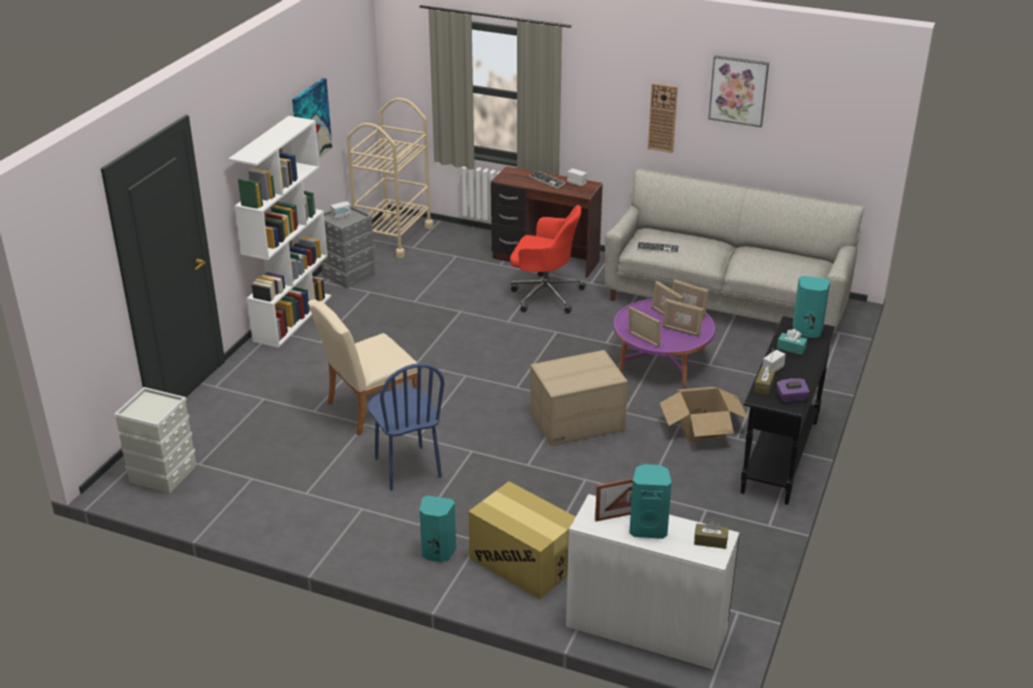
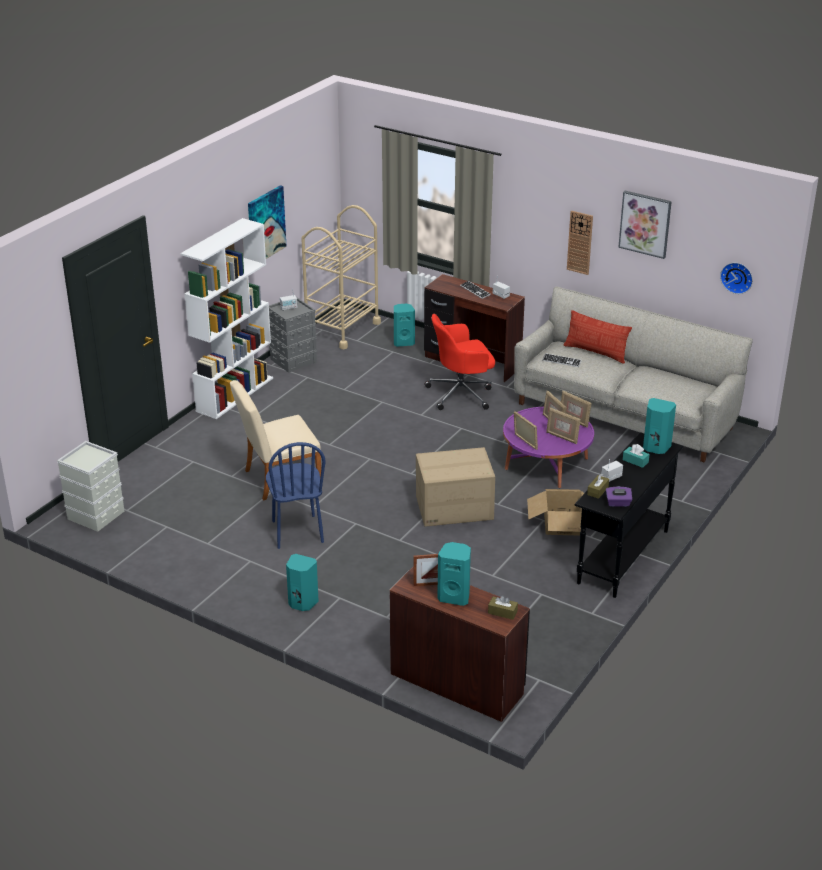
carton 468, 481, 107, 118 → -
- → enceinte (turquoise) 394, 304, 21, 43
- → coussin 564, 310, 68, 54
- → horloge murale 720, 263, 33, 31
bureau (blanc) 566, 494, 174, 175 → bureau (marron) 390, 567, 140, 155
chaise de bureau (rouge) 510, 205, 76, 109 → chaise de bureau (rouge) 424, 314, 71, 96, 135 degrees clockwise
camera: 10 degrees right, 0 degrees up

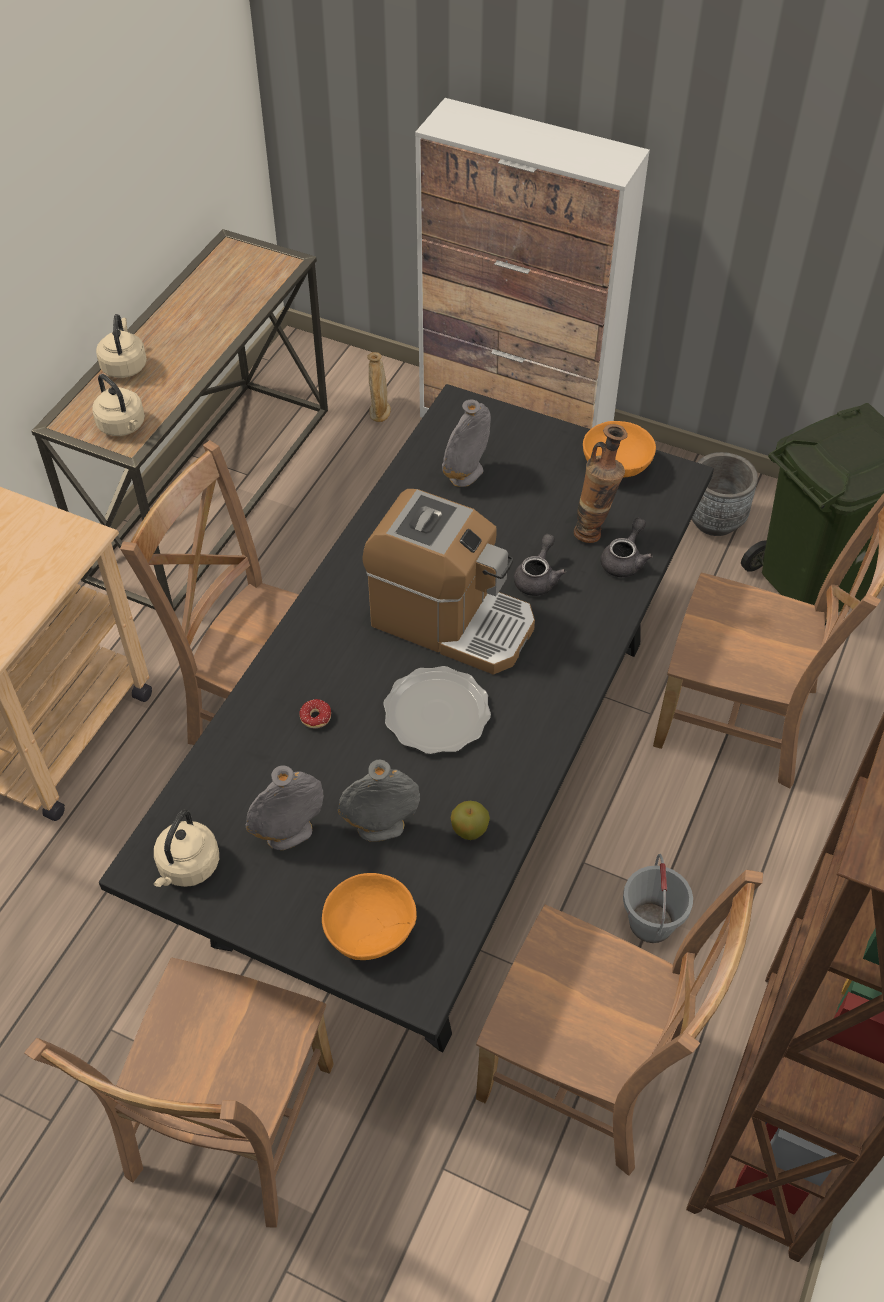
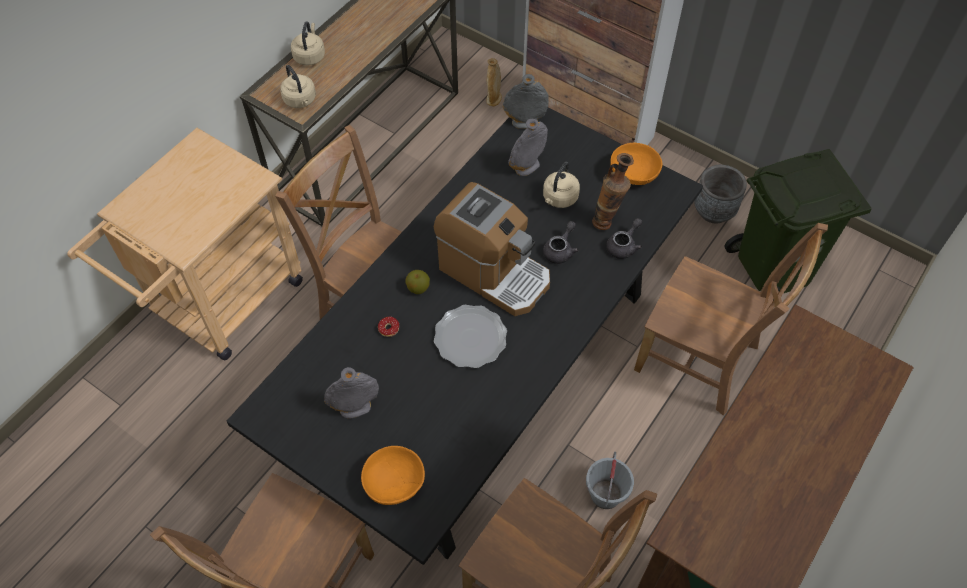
bouilloire (beige) 154, 810, 65, 77 → bouilloire (beige) 543, 162, 37, 46, relocated
vase (gris) 338, 760, 82, 82 → vase (gris) 503, 74, 46, 55, relocated
pomme 451, 801, 39, 39 → pomme 405, 270, 25, 24, relocated
camera: 10 degrees right, 5 degrees up

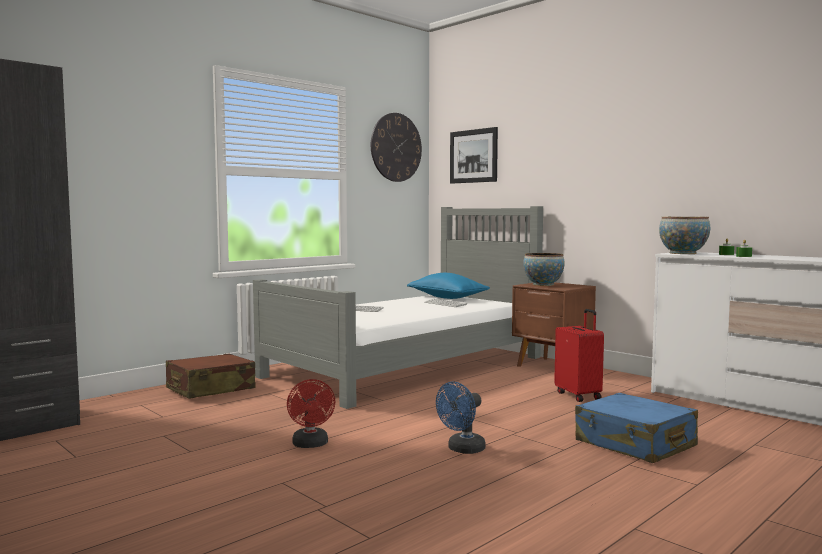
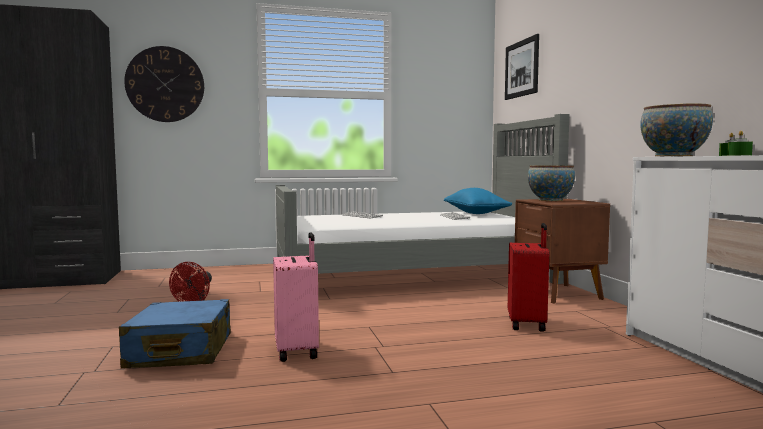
valise (marron) 166, 354, 90, 45 → -
horloge murale 371, 113, 51, 69 → horloge murale 124, 46, 80, 76, relocated
valise (bleu) 575, 393, 123, 70 → valise (bleu) 119, 299, 112, 70, relocated
ventilateur (bleu) 436, 382, 50, 72 → valise (rose) 273, 232, 46, 130
camera: 30 degrees right, 0 degrees up

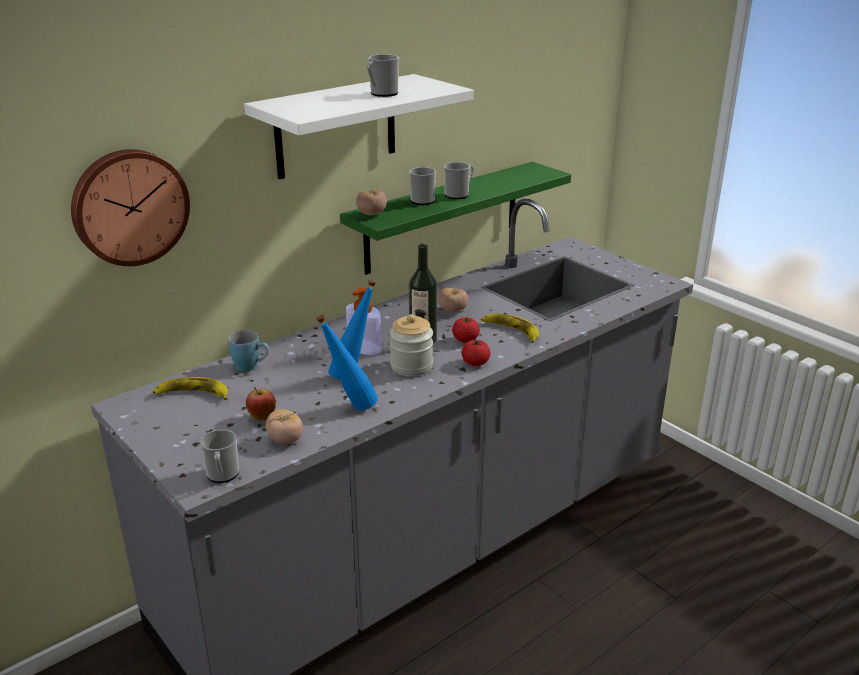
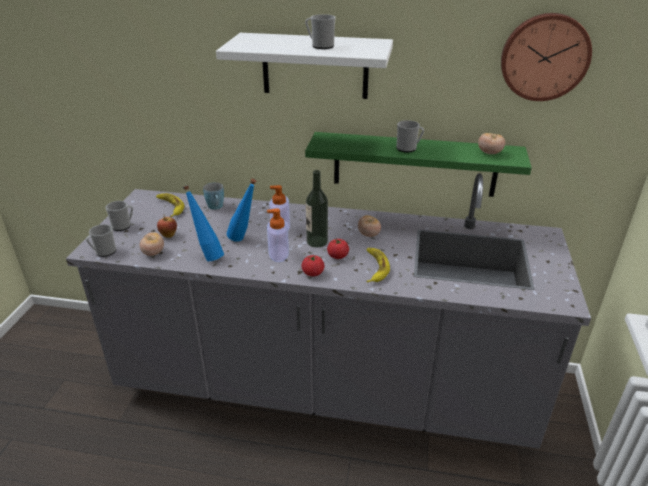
horloge murale 71, 149, 119, 117 → horloge murale 501, 13, 91, 88, relocated
tomate 356, 190, 31, 25 → tomate 478, 133, 28, 21, relocated
mug 409, 167, 27, 38 → mug 106, 201, 27, 30, relocated
bocal 390, 314, 43, 63 → distributeur de savon 267, 208, 22, 54
camera: 50 degrees right, 5 degrees up

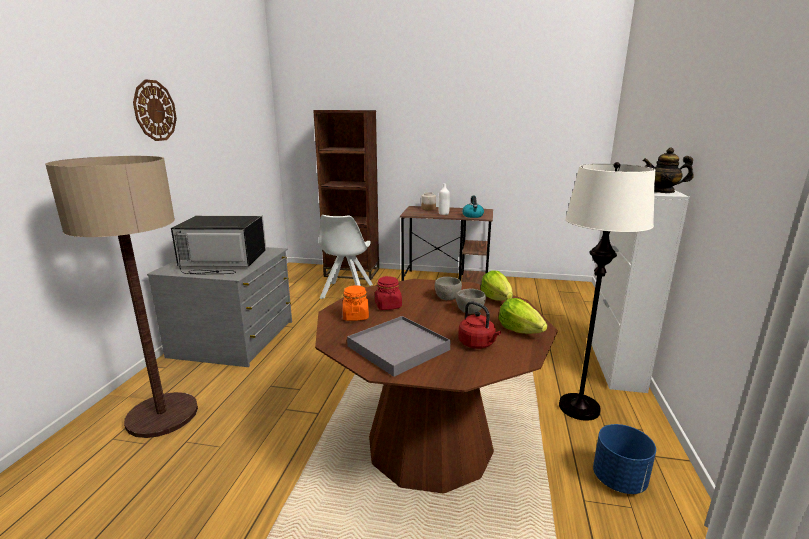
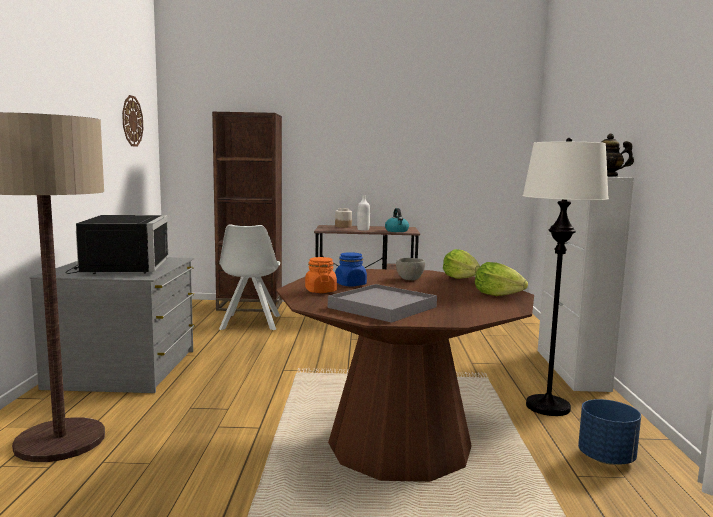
bol (gris) 456, 289, 30, 25 → -
bouilloire (rouge) 458, 301, 43, 48 → -
horloge murale 133, 79, 44, 62 → horloge murale 122, 95, 21, 52, relocated
bocal (rouge) 375, 276, 27, 34 → bocal (bleu) 335, 252, 32, 34
micro-ondes (noir) 171, 215, 96, 59 → micro-ondes (noir) 65, 215, 104, 59, 90 degrees clockwise
camera: 10 degrees left, 10 degrees down

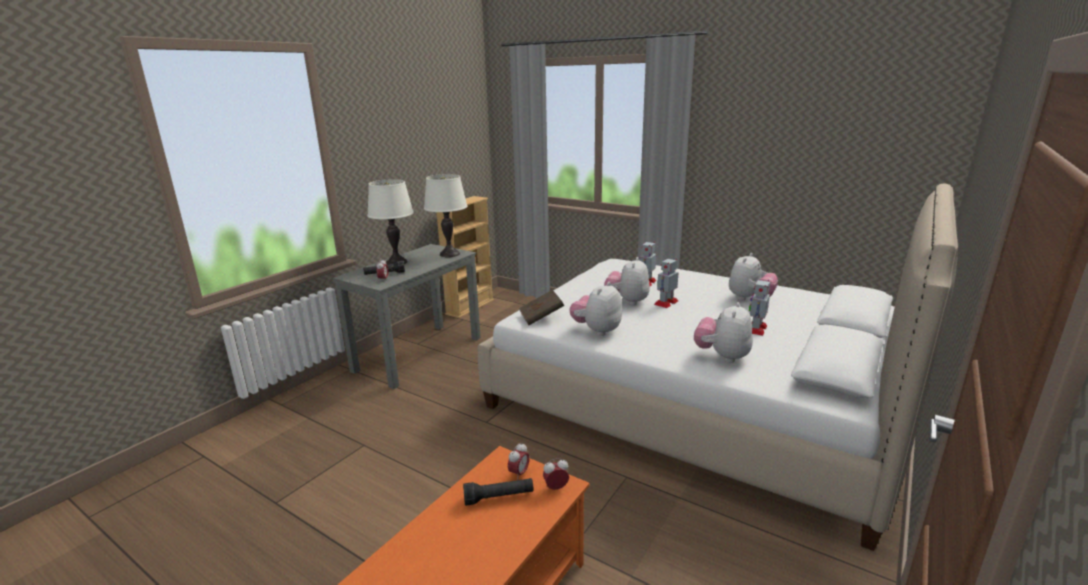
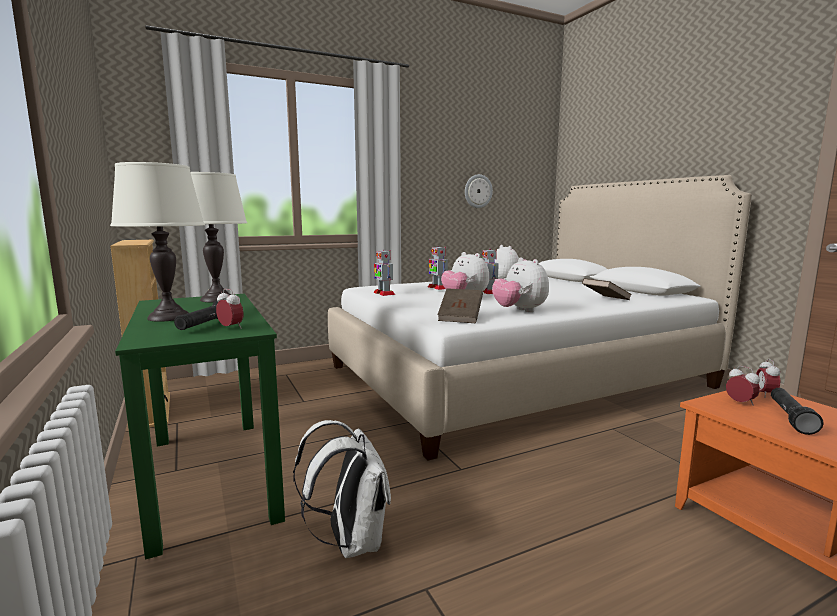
- → sac à dos (blanc) 293, 420, 98, 138
- → horloge murale 465, 174, 28, 34
robot jouet 749, 280, 21, 56 → robot jouet 373, 249, 22, 47, relocated
peluche 694, 302, 59, 61 → livre (marron) 582, 278, 50, 22
bureau (gris) 332, 244, 149, 145 → bureau (vert) 115, 294, 170, 266
camera: 60 degrees left, 10 degrees down

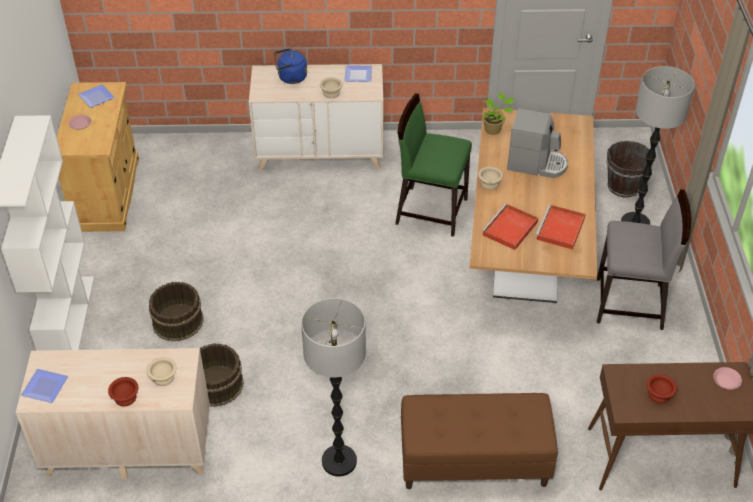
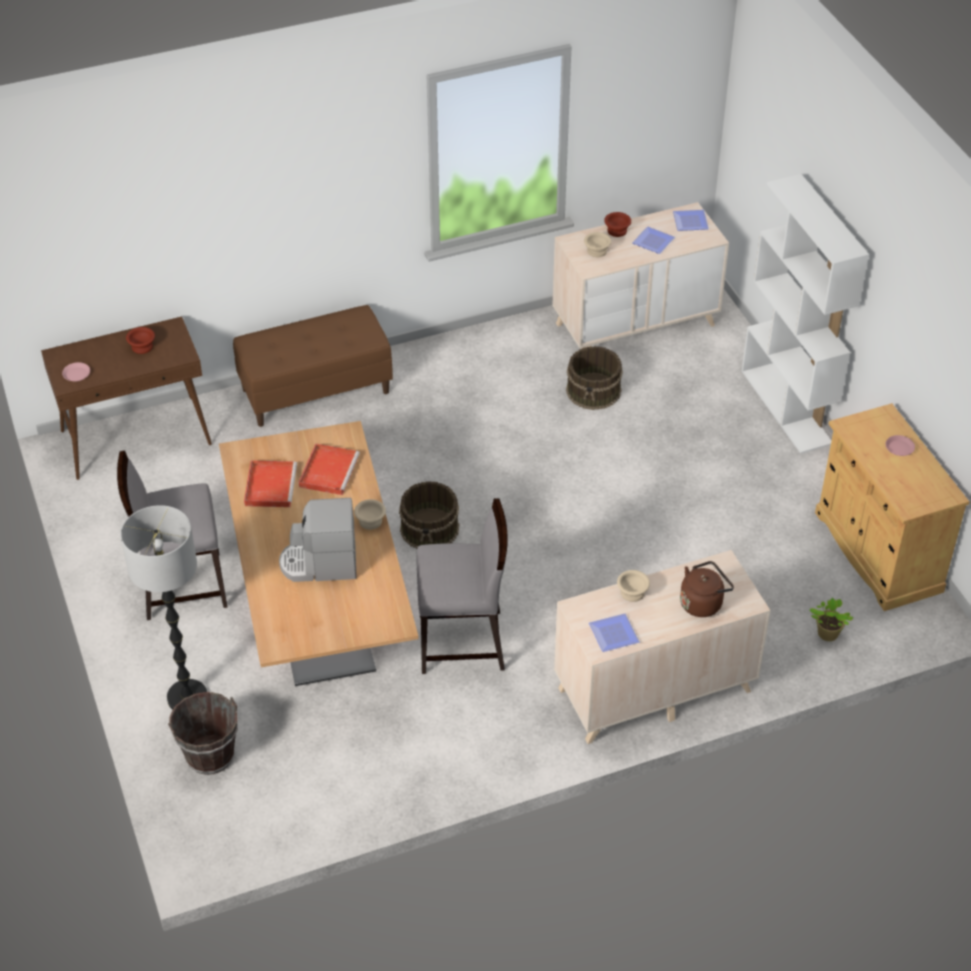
lampadaire 301, 298, 65, 179 → -
assiette 78, 84, 37, 24 → assiette 632, 227, 43, 27, relocated
seau (marron) 149, 282, 55, 59 → seau (marron) 399, 481, 60, 68, relocated
plante en pot 481, 93, 33, 42 → plante en pot 809, 598, 44, 43, relocated
bouilloire (bleu) 274, 48, 33, 36 → bouilloire (marron) 680, 561, 54, 56
chaise (vert) 395, 94, 77, 143 → chaise (gris) 416, 498, 92, 176
camera: 160 degrees right, 0 degrees up

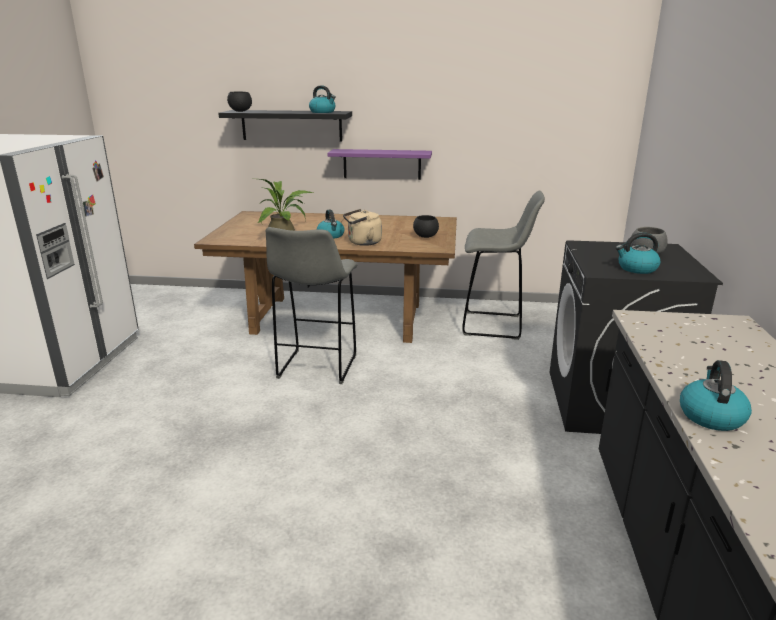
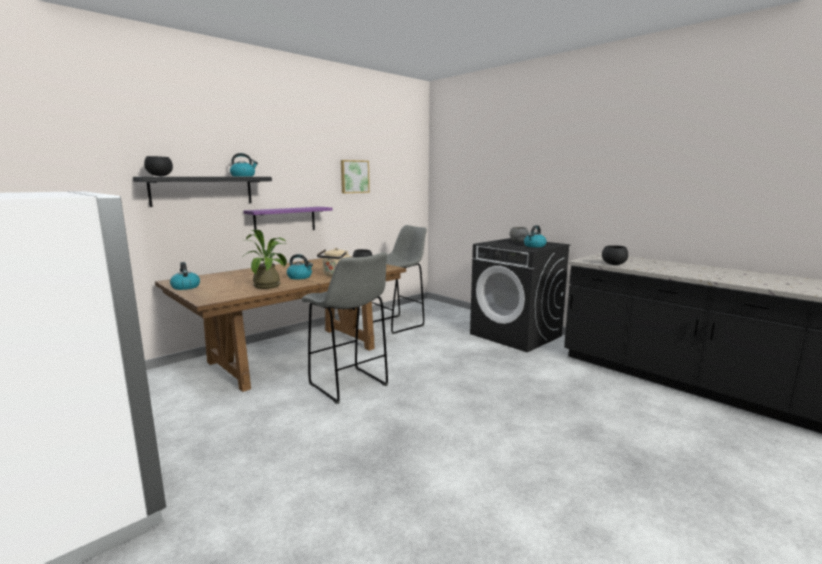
- → tableau 341, 160, 29, 33
- → bol (noir) 602, 245, 26, 20
bouilloire 680, 360, 72, 71 → bouilloire 170, 262, 30, 28, relocated
camera: 50 degrees left, 10 degrees down

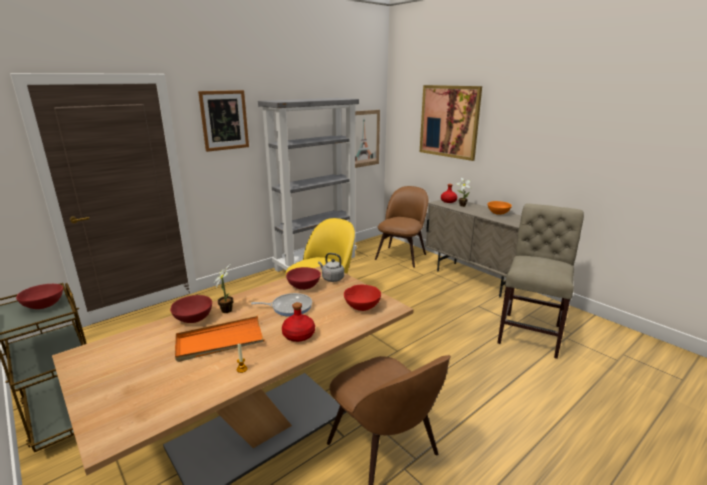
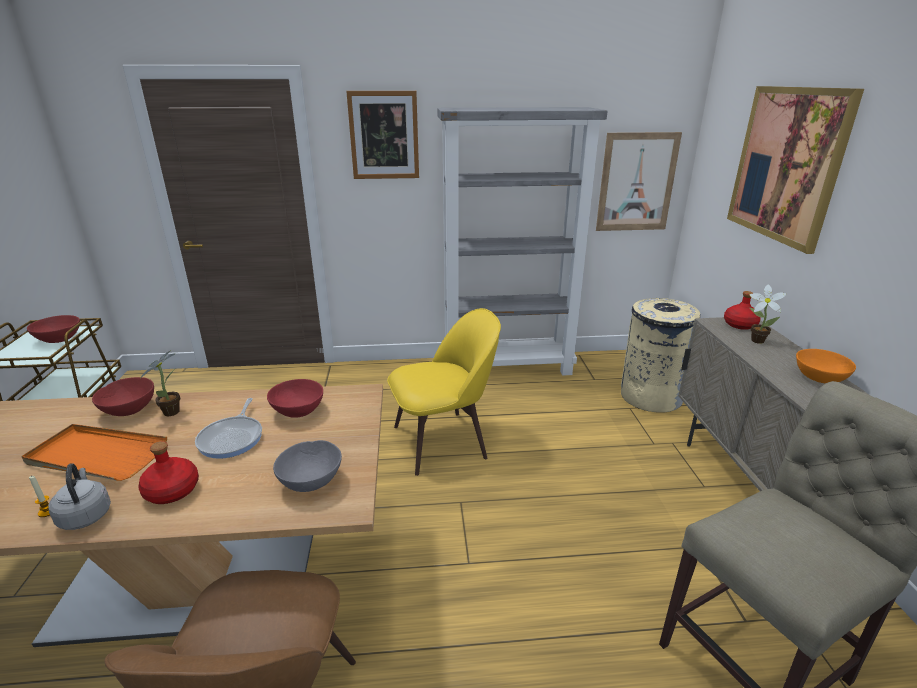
bouilloire (gris) 318, 253, 26, 29 → bouilloire (gris) 48, 463, 63, 67, relocated
chaise (marron) 375, 186, 53, 82 → poubelle (beige) 621, 298, 80, 115
bol (rouge) 344, 285, 37, 26 → bol (gris) 273, 440, 69, 52
poêle 251, 293, 61, 24 → poêle 195, 398, 67, 61, 60 degrees clockwise
camera: 35 degrees right, 5 degrees up

